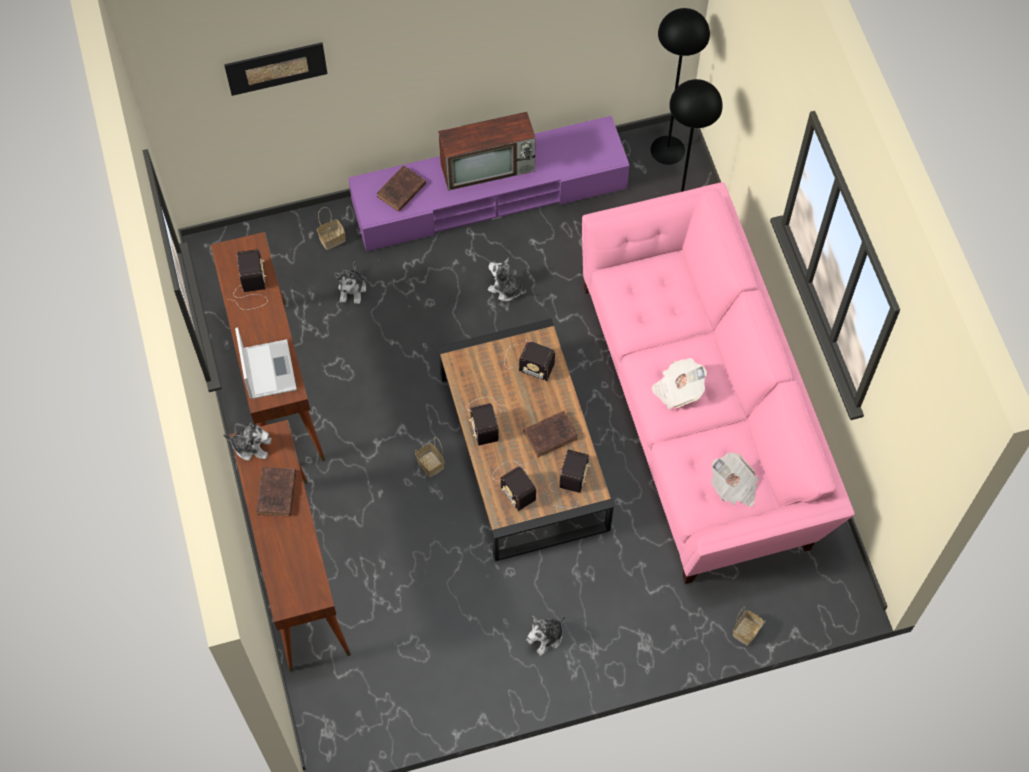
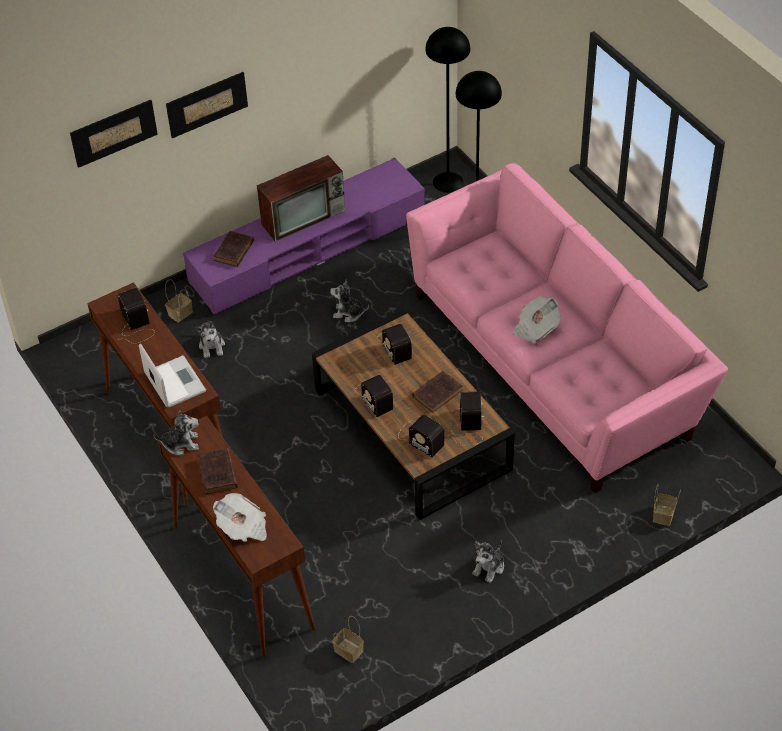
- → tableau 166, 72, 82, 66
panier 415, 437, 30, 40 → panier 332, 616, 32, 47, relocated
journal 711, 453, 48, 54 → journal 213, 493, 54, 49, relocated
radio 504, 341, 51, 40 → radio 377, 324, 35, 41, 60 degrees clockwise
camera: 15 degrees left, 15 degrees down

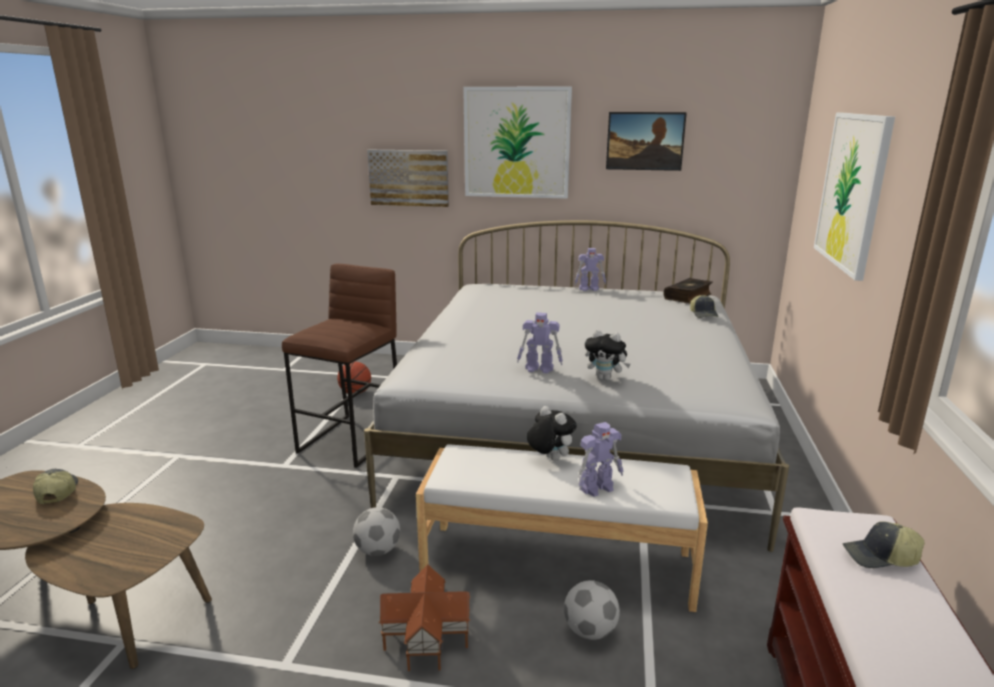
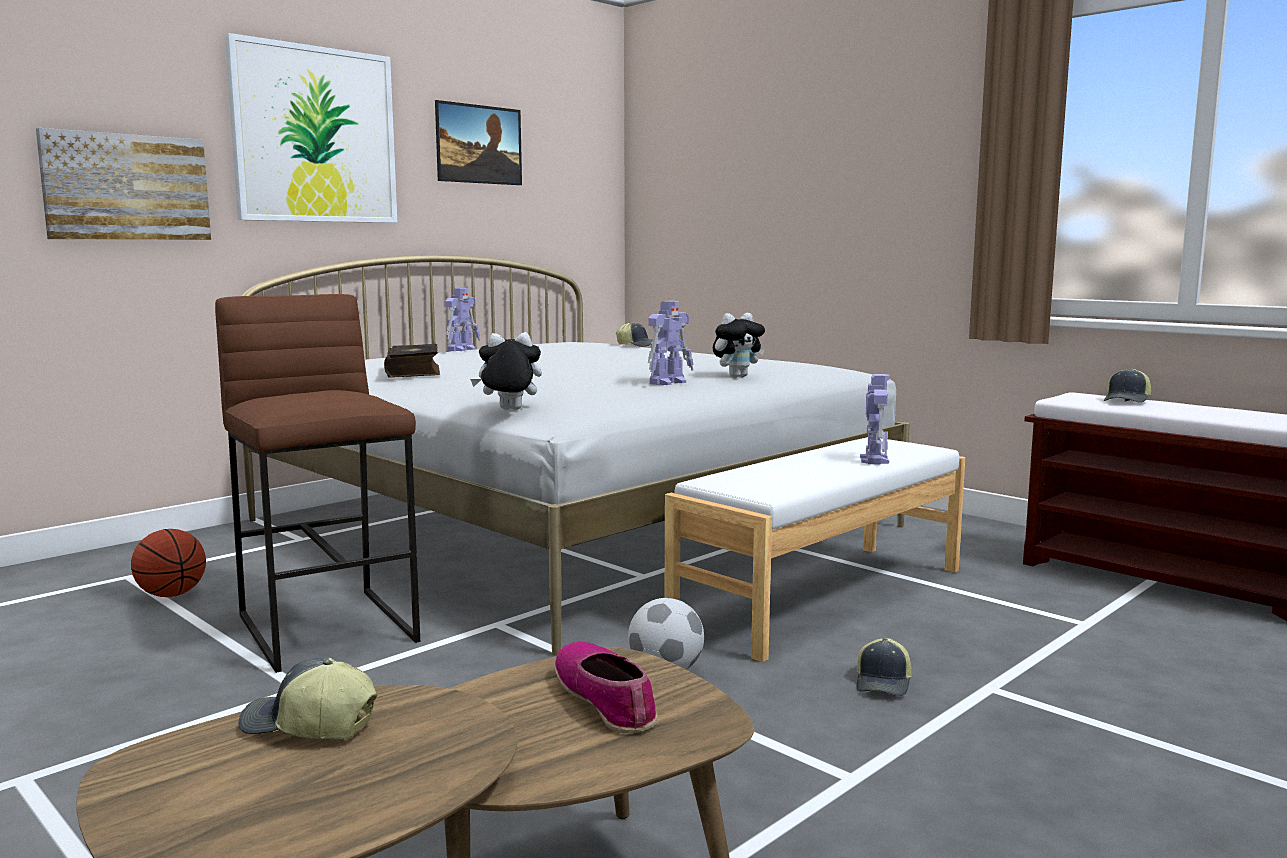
ballon de foot 564, 580, 56, 60 → -
tableau 814, 113, 81, 168 → -
- → chaussure 555, 642, 103, 92
peluche 526, 406, 51, 55 → peluche 470, 332, 72, 78, relocated
livre 664, 278, 48, 26 → livre 384, 344, 56, 34, relocated
maison miniature 379, 564, 91, 107 → casquette 857, 638, 55, 58
camera: 55 degrees left, 10 degrees down

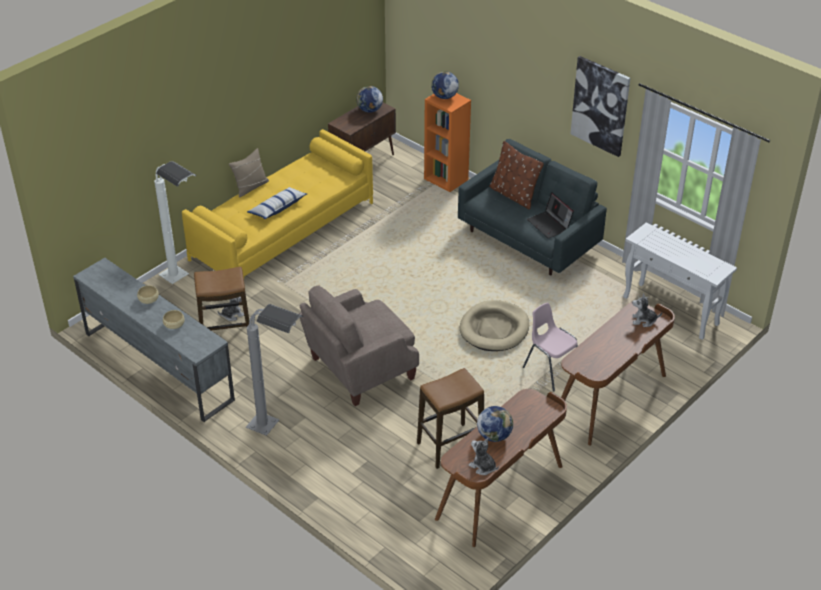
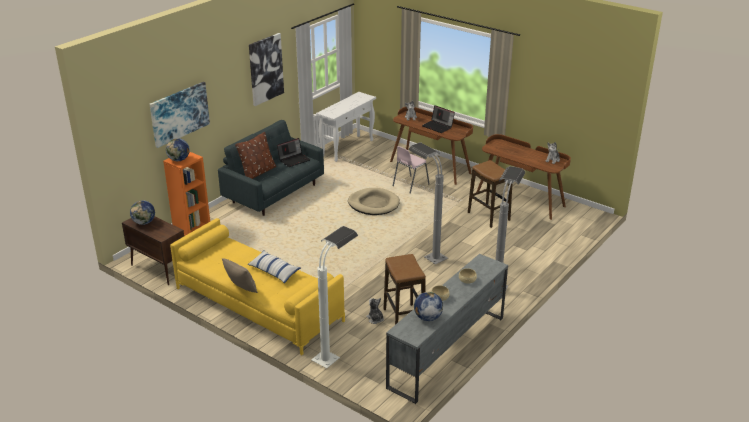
- → tableau 150, 82, 60, 66
- → ordinateur portable 422, 105, 33, 28
globe 477, 406, 36, 36 → globe 414, 292, 29, 29, relocated
fauteuil (beige) 299, 285, 120, 121 → lampadaire (gris) 409, 142, 39, 122
camera: 95 degrees left, 10 degrees down

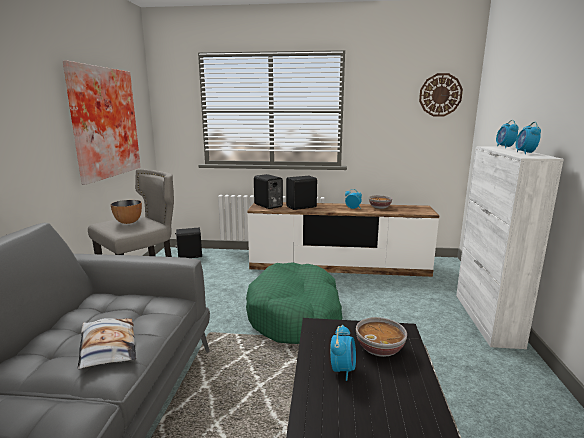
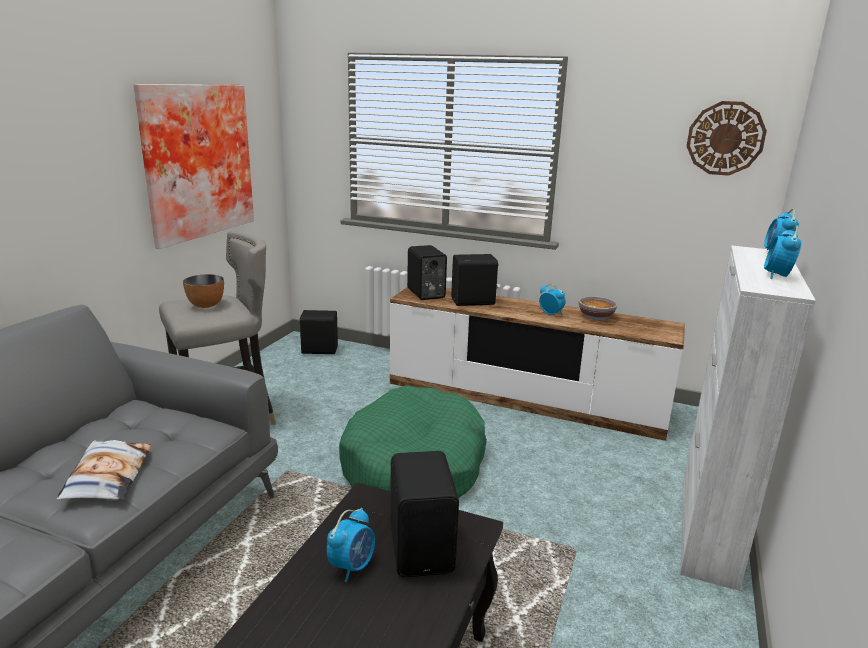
bol 356, 317, 51, 40 → enceinte (noir) 390, 451, 69, 126
camera: 15 degrees right, 5 degrees up

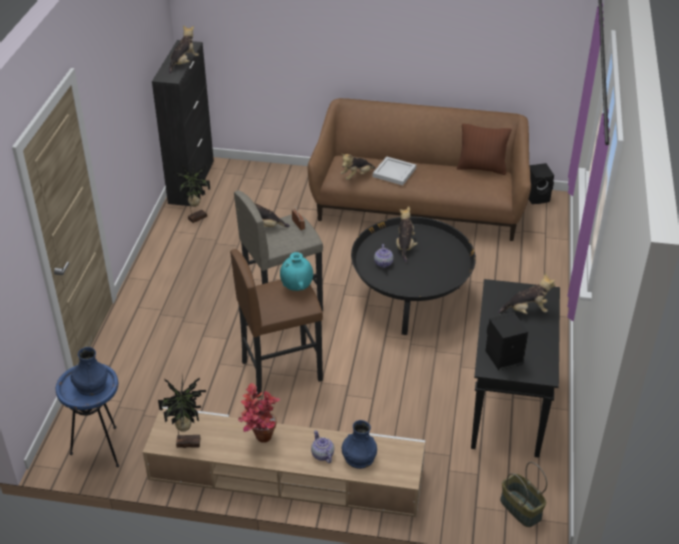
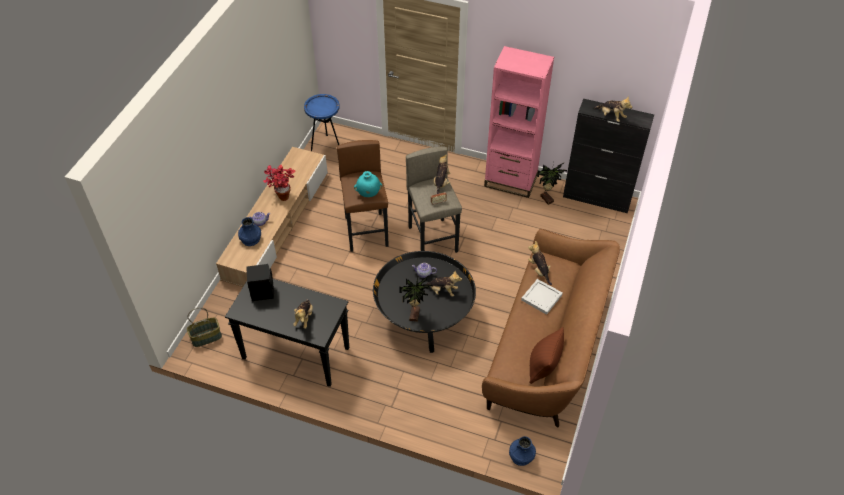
enceinte (noir) 529, 163, 25, 41 → -
- → bibliothèque (rose) 484, 46, 70, 152
vase (bleu) 71, 347, 37, 49 → vase (bleu) 509, 436, 27, 30, relocated
plante en pot 158, 373, 48, 75 → plante en pot 399, 275, 34, 47, relocated
camera: 100 degrees right, 10 degrees up

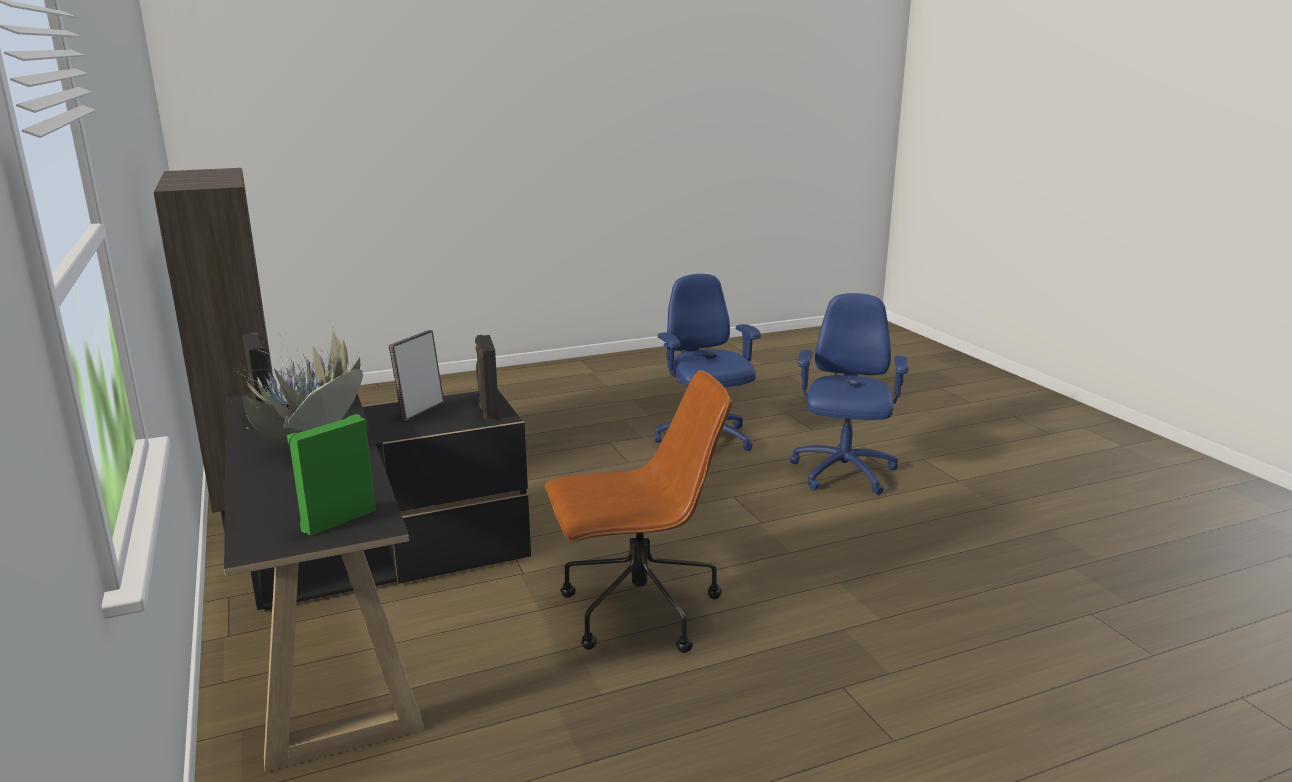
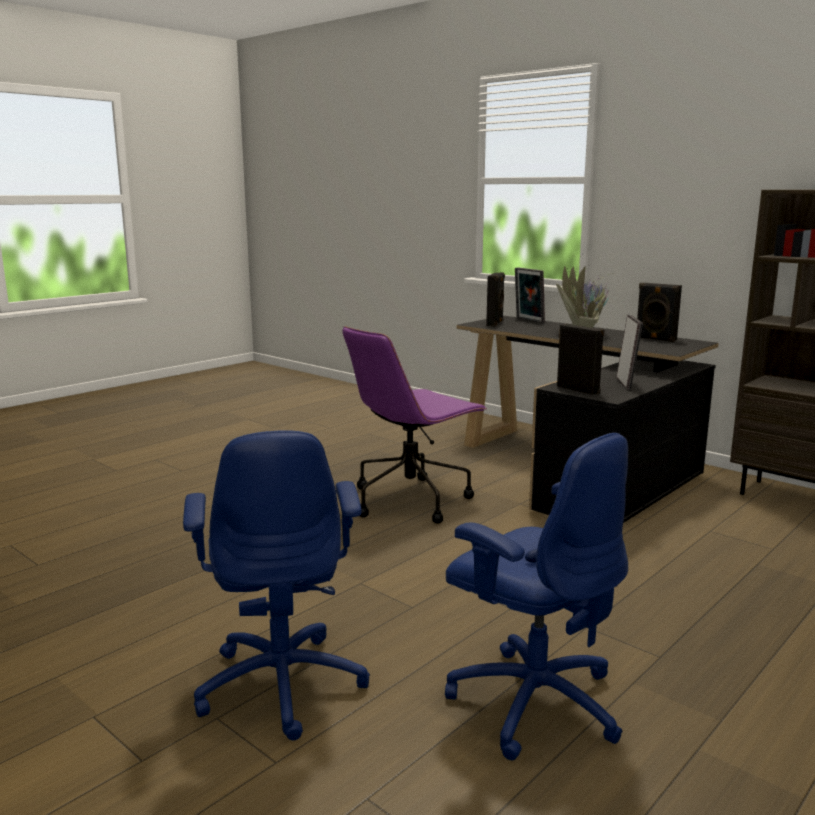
- → cadre photo 515, 267, 30, 56
enceinte (vert) 287, 414, 89, 122 → enceinte (noir) 486, 272, 19, 55
chaise de bureau (marron) 545, 370, 187, 283 → chaise de bureau (violet) 342, 326, 145, 198
camera: 155 degrees right, 5 degrees down

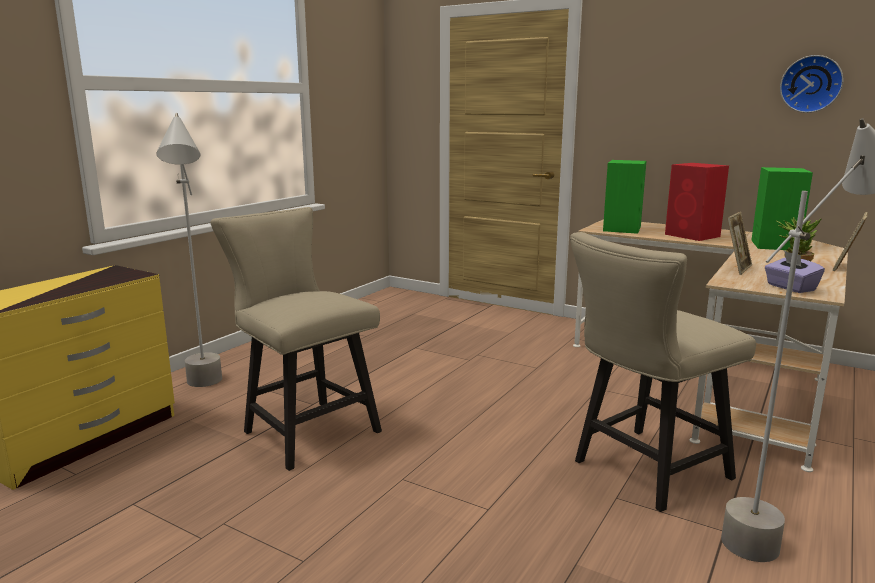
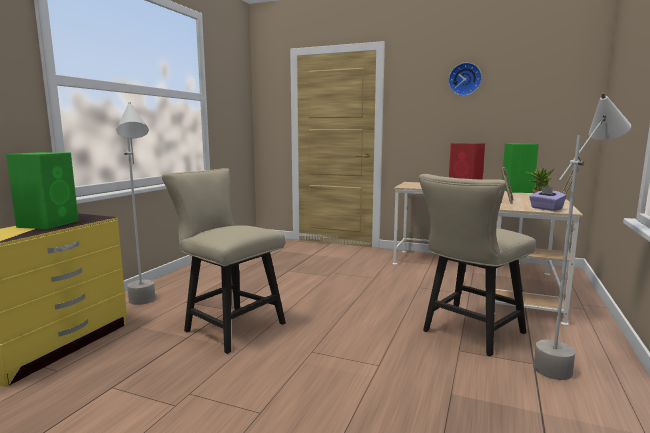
enceinte (vert) 603, 160, 43, 74 → enceinte (vert) 6, 152, 73, 77, relocated
horloge murale 780, 55, 63, 58 → horloge murale 448, 62, 34, 34, relocated
camera: 10 degrees left, 5 degrees down

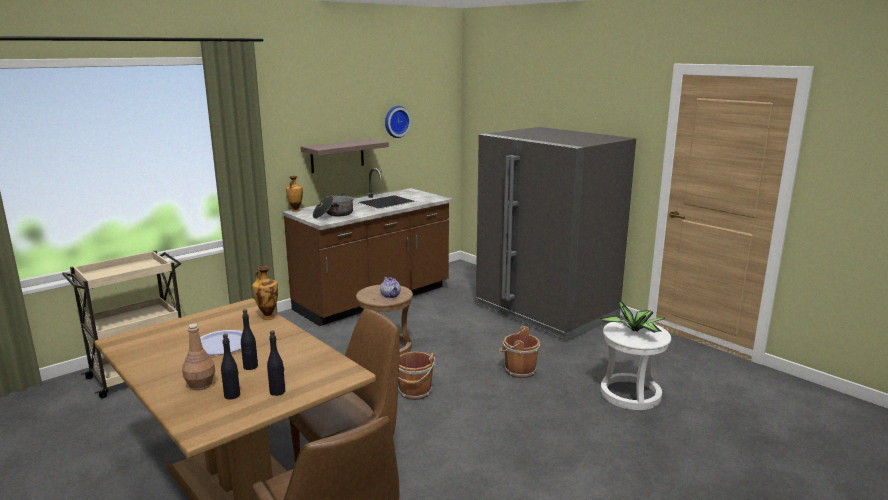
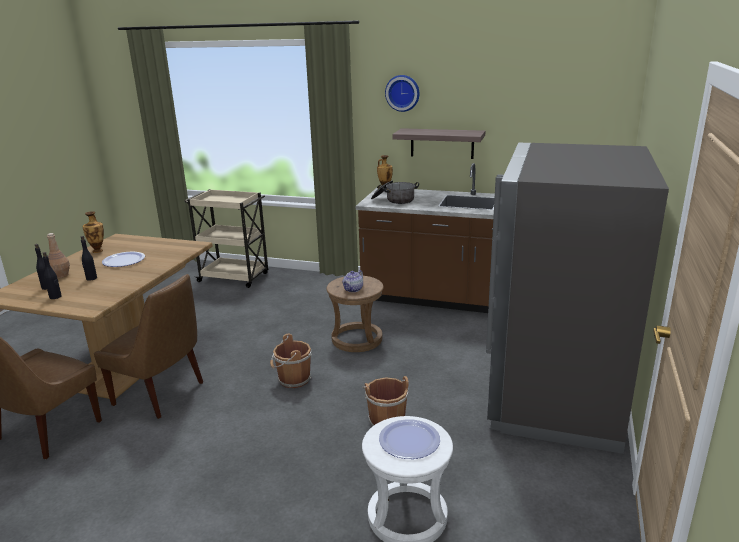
vase 252, 266, 26, 54 → vase 83, 211, 21, 42, relocated
horloge murale 385, 106, 26, 32 → horloge murale 385, 75, 34, 37, relocated
plante en pot 600, 302, 65, 31 → assiette 379, 419, 61, 40
camera: 60 degrees right, 5 degrees up

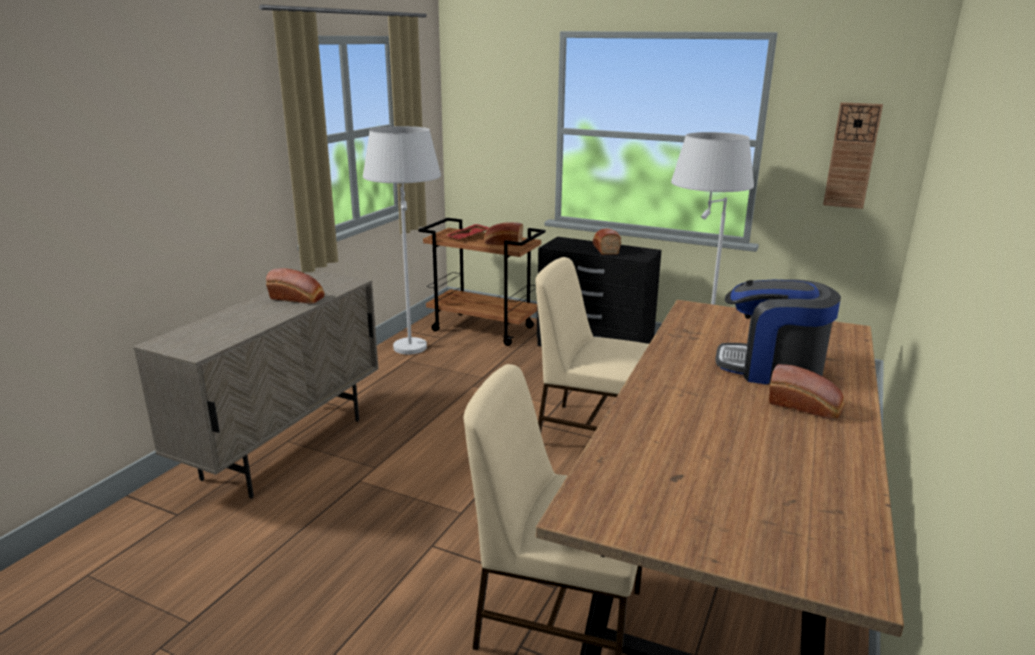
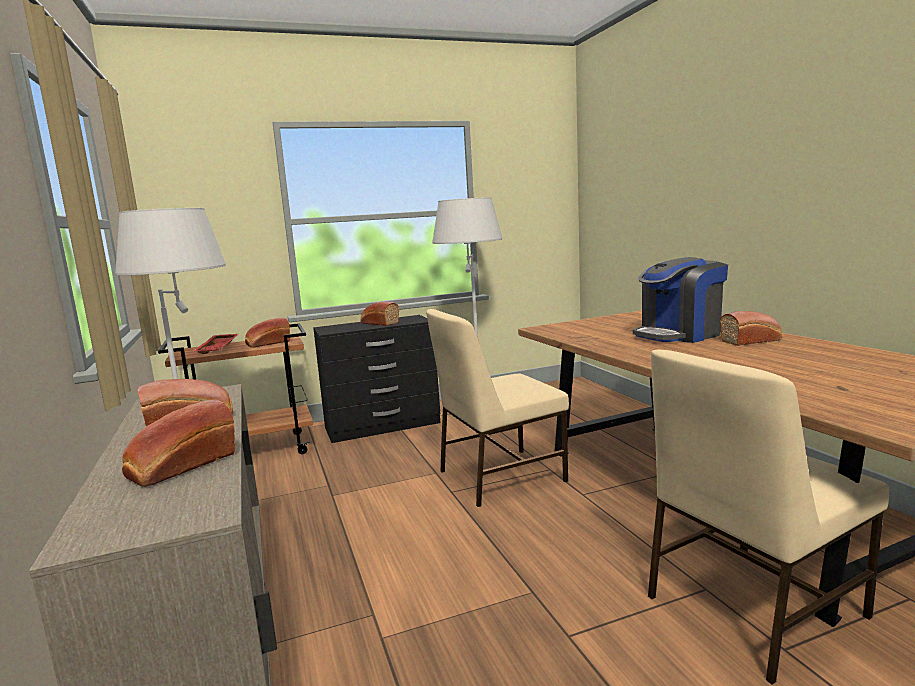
horloge murale 823, 102, 60, 107 → -
- → pain 122, 400, 113, 87
camera: 45 degrees left, 10 degrees down

